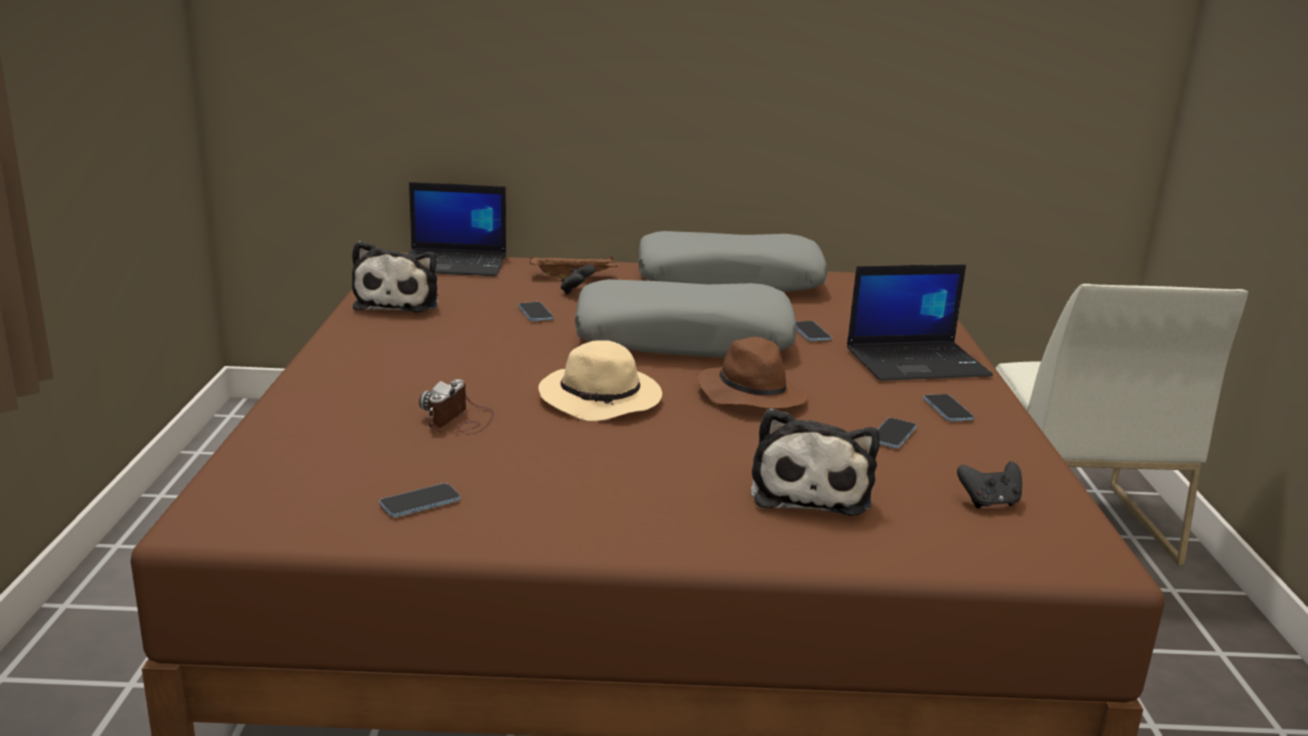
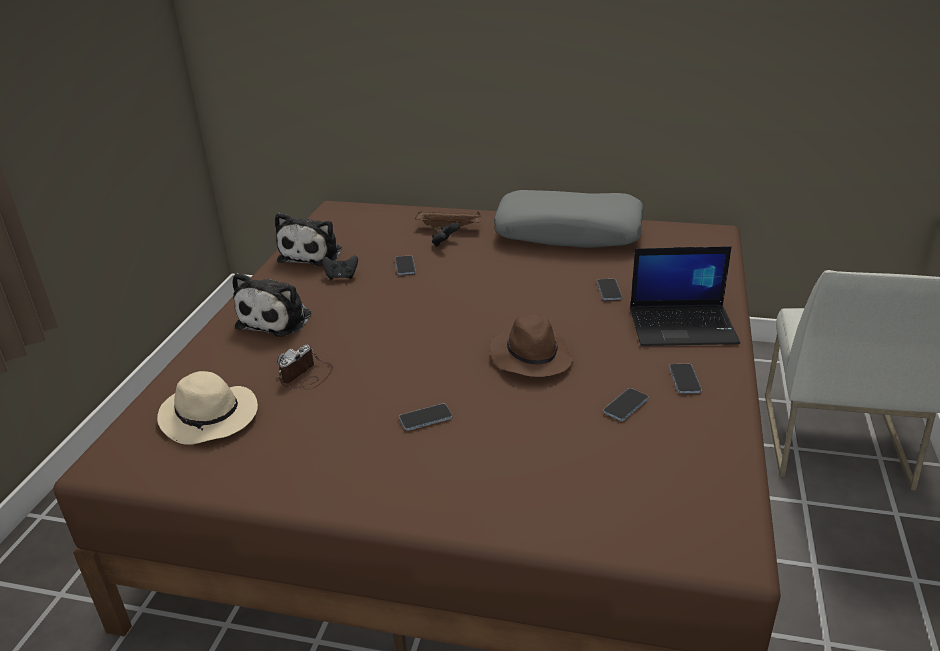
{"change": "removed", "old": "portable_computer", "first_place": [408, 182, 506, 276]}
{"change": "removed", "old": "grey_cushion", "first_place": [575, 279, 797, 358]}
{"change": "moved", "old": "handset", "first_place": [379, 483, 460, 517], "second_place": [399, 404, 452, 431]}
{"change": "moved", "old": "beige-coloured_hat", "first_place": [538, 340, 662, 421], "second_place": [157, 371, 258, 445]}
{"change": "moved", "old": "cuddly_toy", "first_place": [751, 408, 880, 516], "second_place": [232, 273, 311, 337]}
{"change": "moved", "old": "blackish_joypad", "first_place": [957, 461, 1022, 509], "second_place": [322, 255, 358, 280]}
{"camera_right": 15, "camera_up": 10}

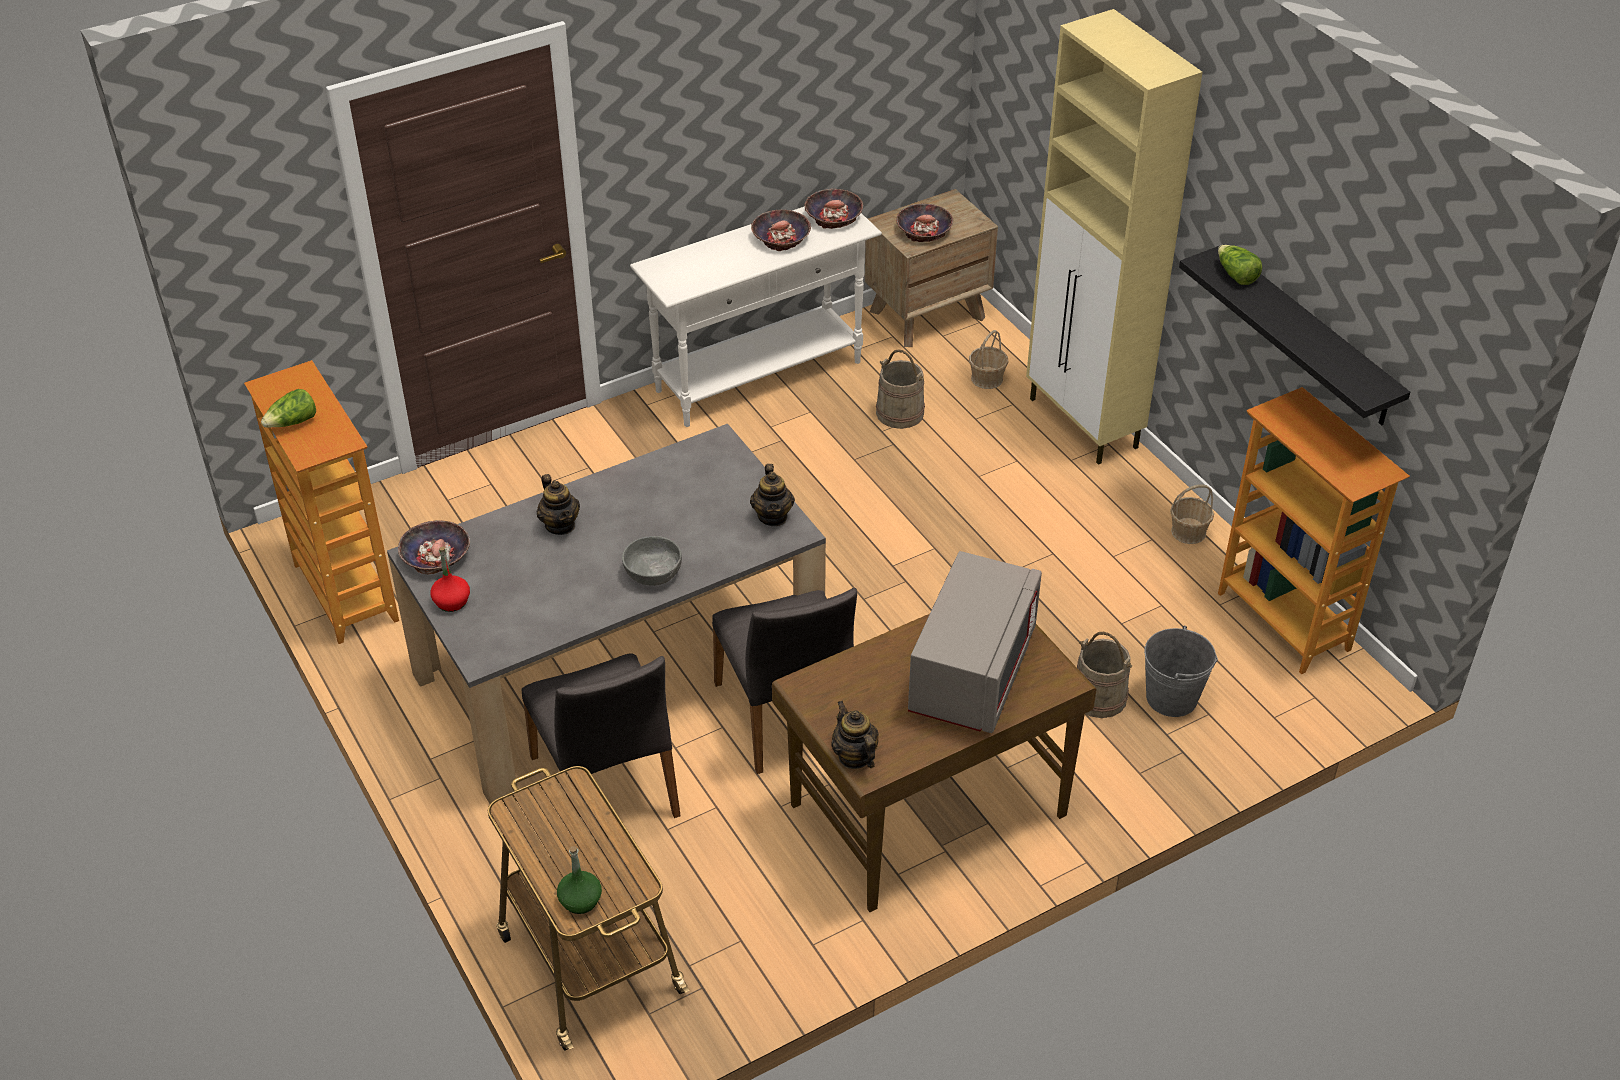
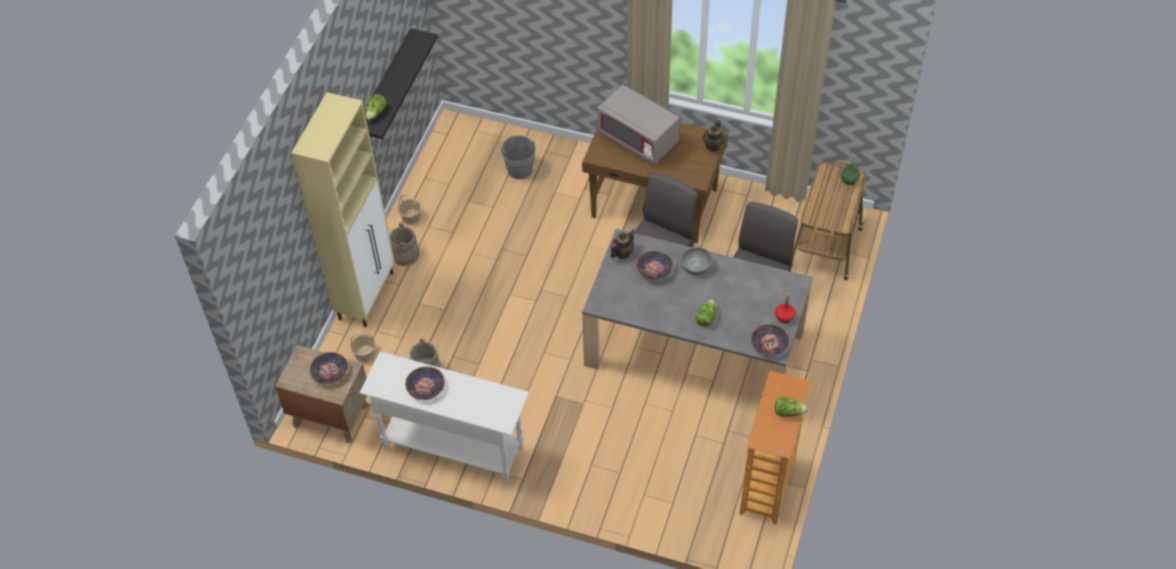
{"change": "removed", "old": "bookcase", "first_place": [1218, 387, 1410, 674]}
{"change": "moved", "old": "bowl", "first_place": [804, 189, 863, 229], "second_place": [636, 251, 673, 281]}
{"change": "moved", "old": "beige-coloured_water_bucket", "first_place": [1077, 632, 1133, 718], "second_place": [389, 223, 420, 266]}
{"change": "replaced", "old": "tea_pot", "new": "head_of_lettuce", "first_place": [537, 474, 580, 535], "second_place": [695, 299, 716, 327]}
{"change": "turned", "old": "grey_microwave_oven", "first_place": [908, 551, 1042, 733], "second_place": [597, 85, 680, 165], "degrees": -120}
{"camera_right": -130, "camera_up": 10}

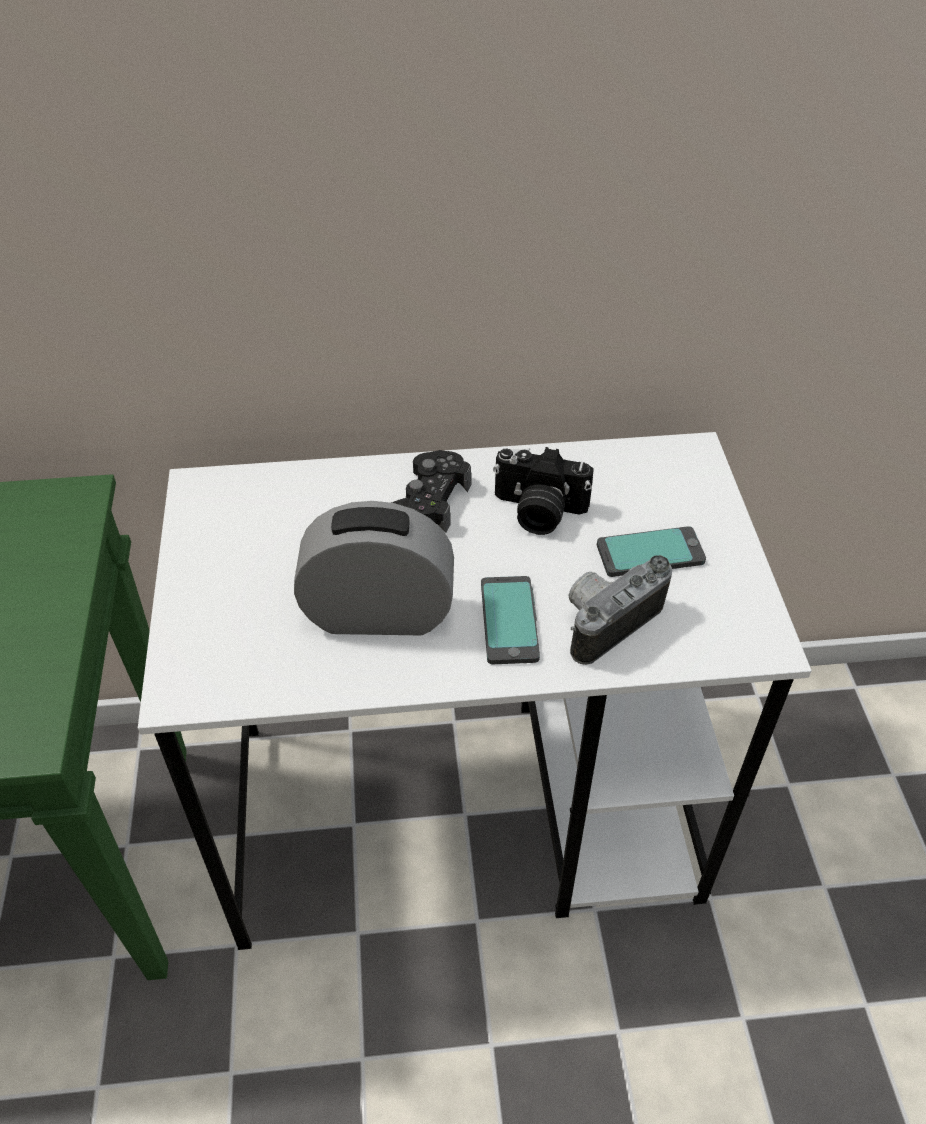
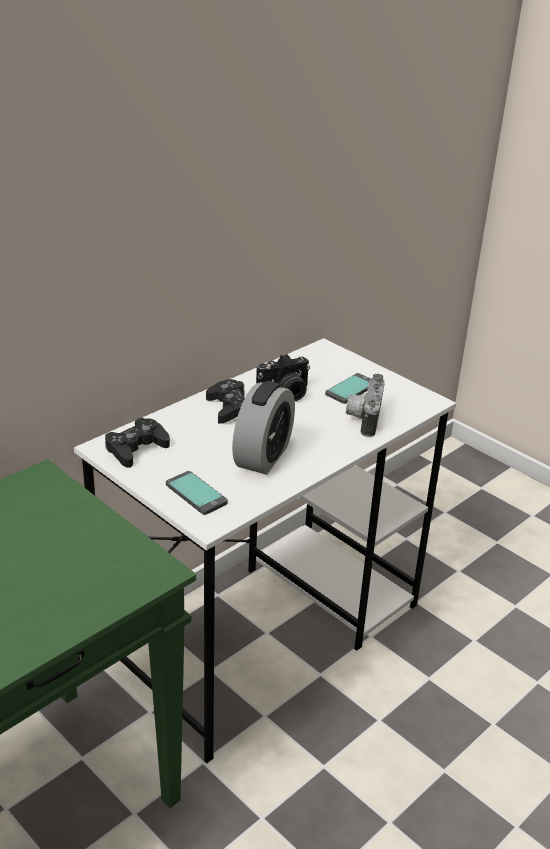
{"change": "added", "new": "blackish_joypad", "second_place": [105, 417, 170, 468]}
{"change": "moved", "old": "handset", "first_place": [481, 576, 540, 664], "second_place": [166, 471, 228, 515]}
{"change": "turned", "old": "bedside_clock", "first_place": [294, 501, 454, 635], "second_place": [232, 381, 295, 475], "degrees": 150}
{"camera_right": -40, "camera_up": -15}

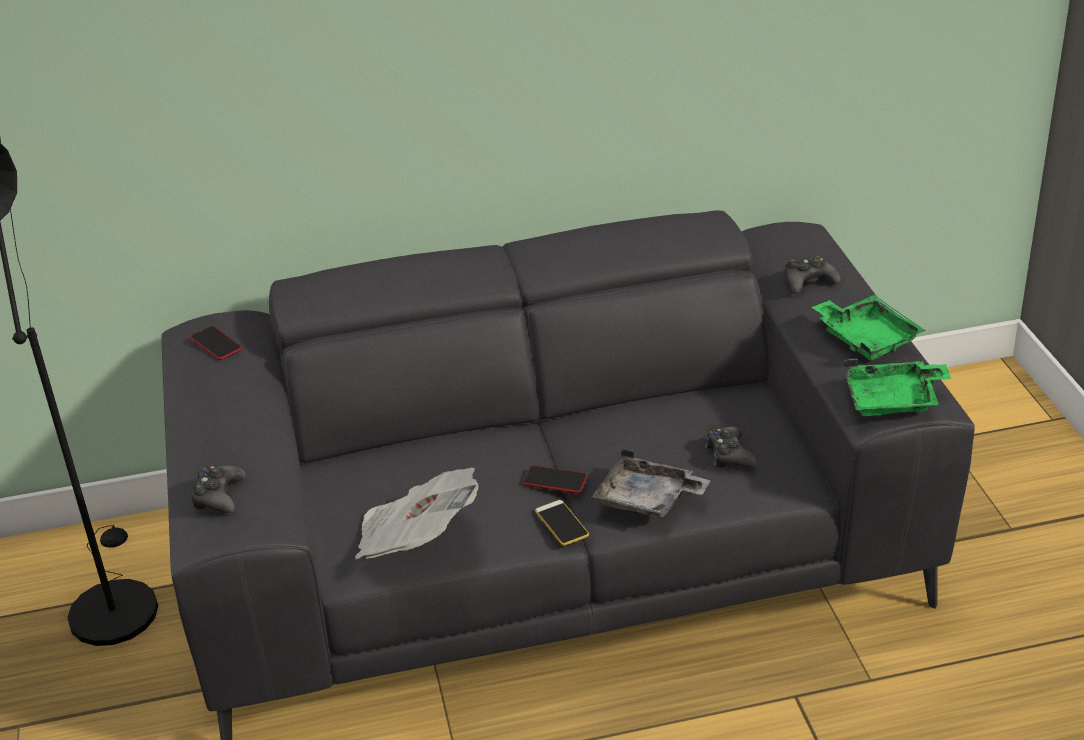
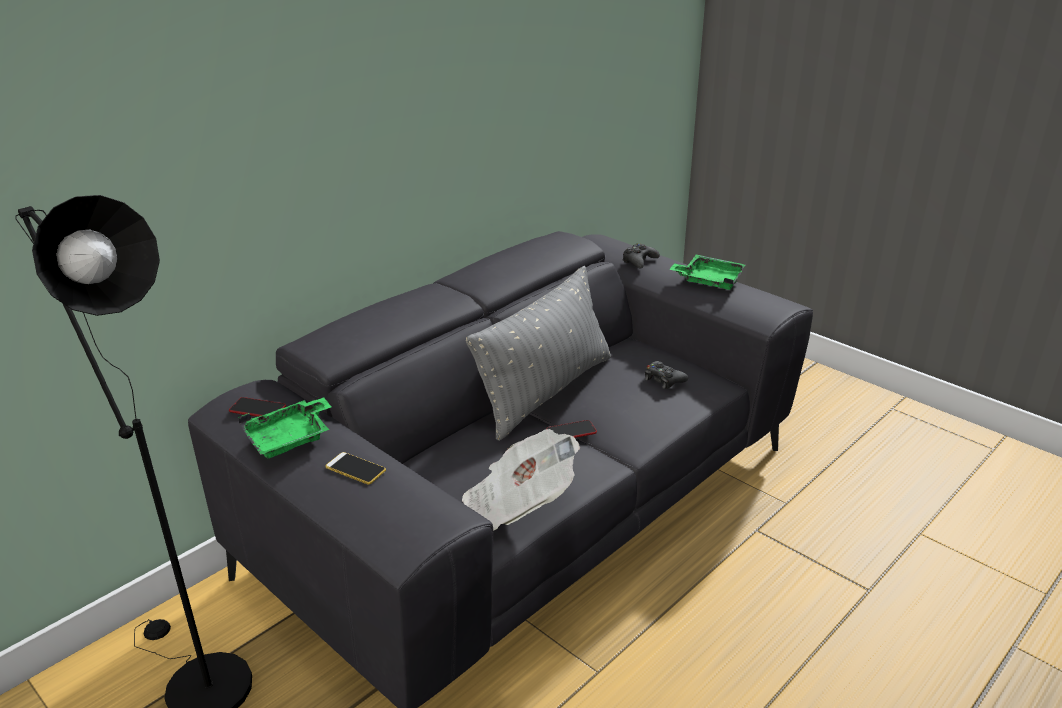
{"change": "removed", "old": "blackish_joypad", "first_place": [191, 466, 246, 513]}
{"change": "removed", "old": "grey_serving_tray", "first_place": [592, 448, 711, 518]}
{"change": "added", "new": "grey_cushion", "second_place": [466, 266, 611, 441]}
{"change": "moved", "old": "handset", "first_place": [535, 500, 589, 546], "second_place": [325, 452, 386, 484]}
{"change": "moved", "old": "green-coloured_serving_tray", "first_place": [844, 359, 951, 416], "second_place": [238, 398, 331, 459]}
{"camera_right": -35, "camera_up": -5}

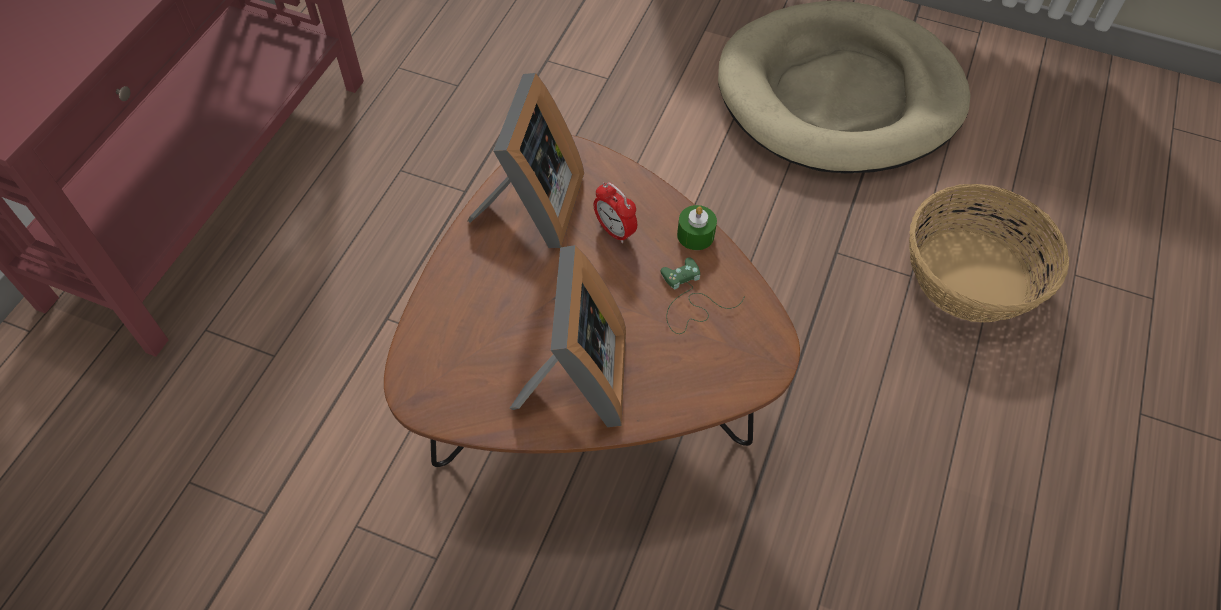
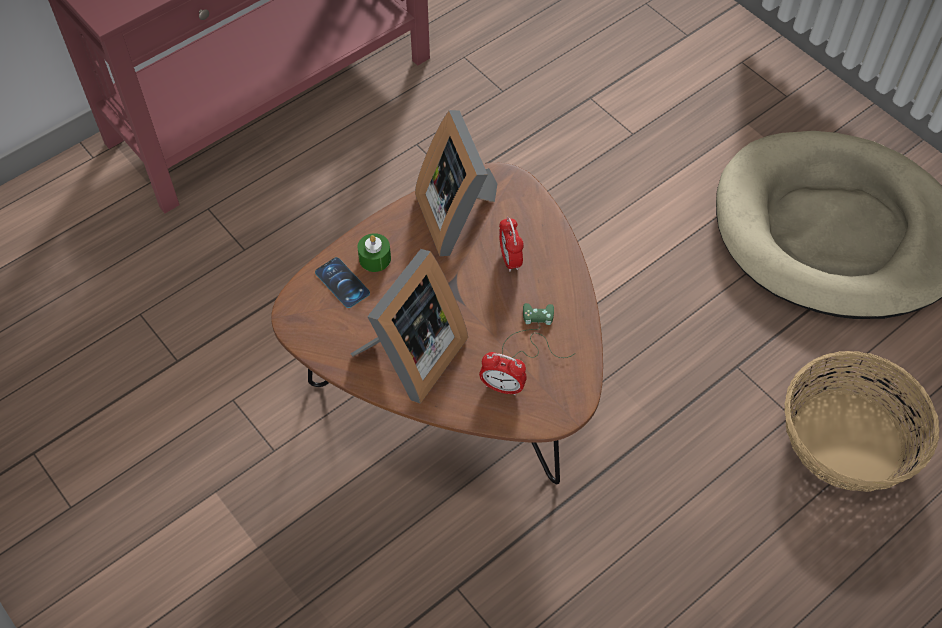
{"change": "added", "new": "handset", "second_place": [315, 257, 370, 308]}
{"change": "added", "new": "bedside_clock", "second_place": [479, 352, 527, 395]}
{"change": "moved", "old": "green-coloured_candle", "first_place": [677, 205, 717, 250], "second_place": [357, 233, 391, 272]}
{"change": "turned", "old": "picture_frame", "first_place": [468, 73, 584, 248], "second_place": [415, 110, 497, 256], "degrees": 120}
{"camera_right": 30, "camera_up": 0}

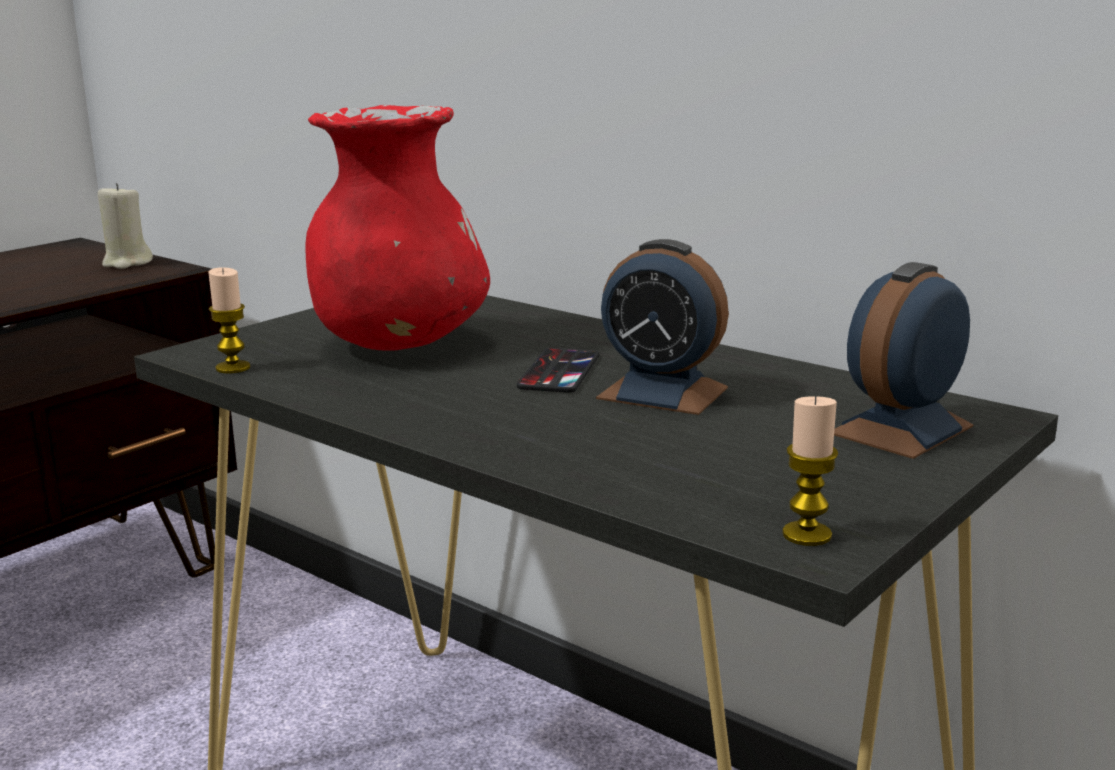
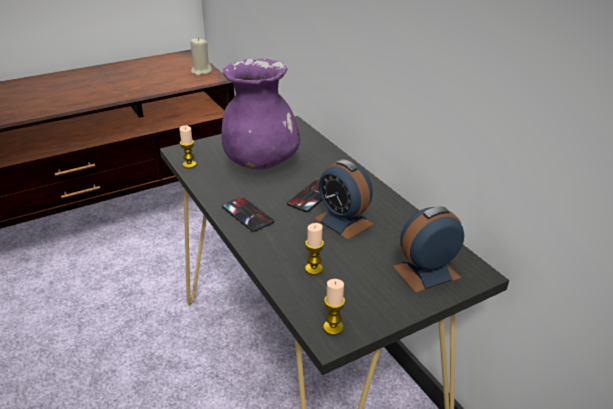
{"change": "added", "new": "handset", "second_place": [222, 197, 274, 232]}
{"change": "added", "new": "candle", "second_place": [305, 223, 324, 275]}
{"change": "recoloured", "old": "reddish_decorative_vase", "new": "purplish_decorative_vase", "first_place": [305, 105, 490, 351], "second_place": [221, 58, 300, 169]}
{"camera_right": 20, "camera_up": 15}

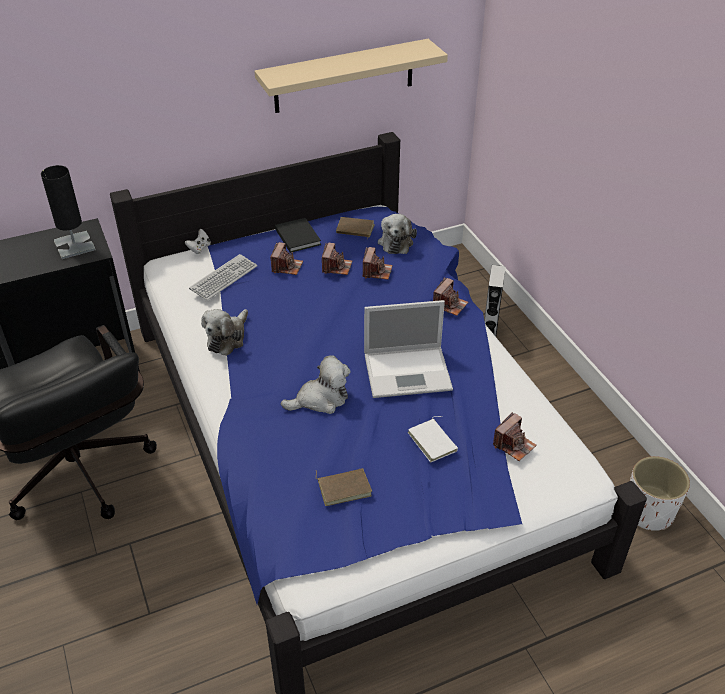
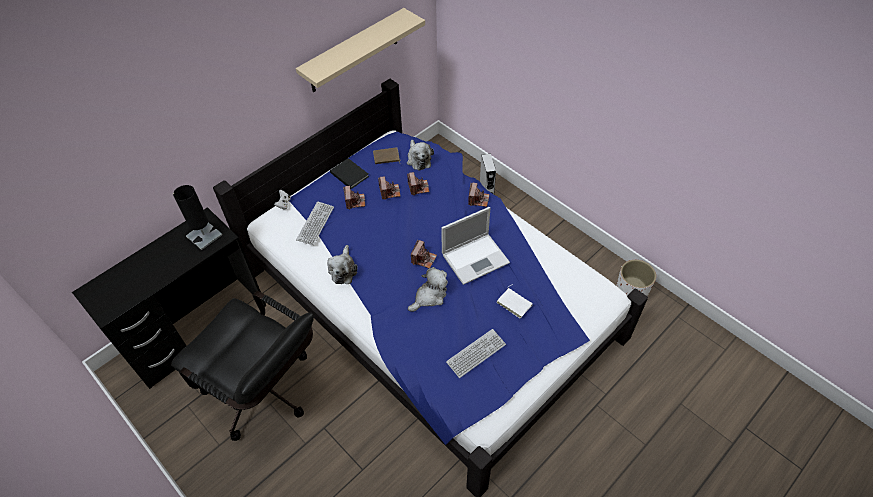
{"change": "moved", "old": "still_camera", "first_place": [493, 412, 537, 461], "second_place": [411, 240, 437, 268]}
{"change": "replaced", "old": "brown-coloured_book", "new": "PC_keyboard", "first_place": [316, 468, 372, 506], "second_place": [446, 329, 506, 378]}
{"camera_right": -20, "camera_up": 10}

